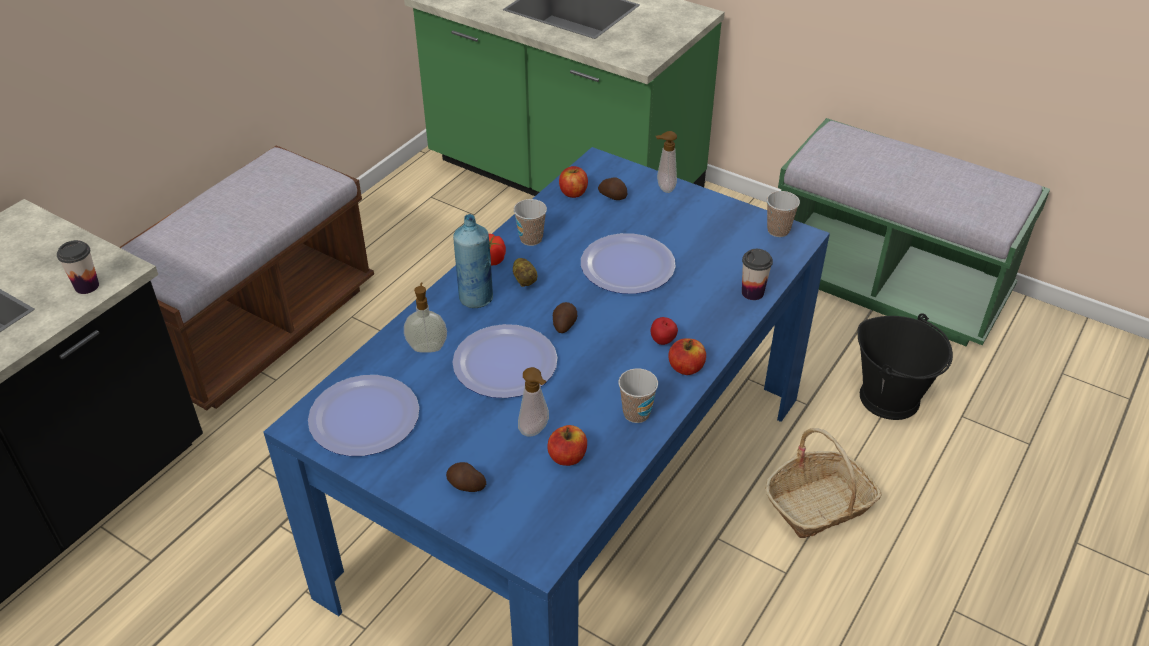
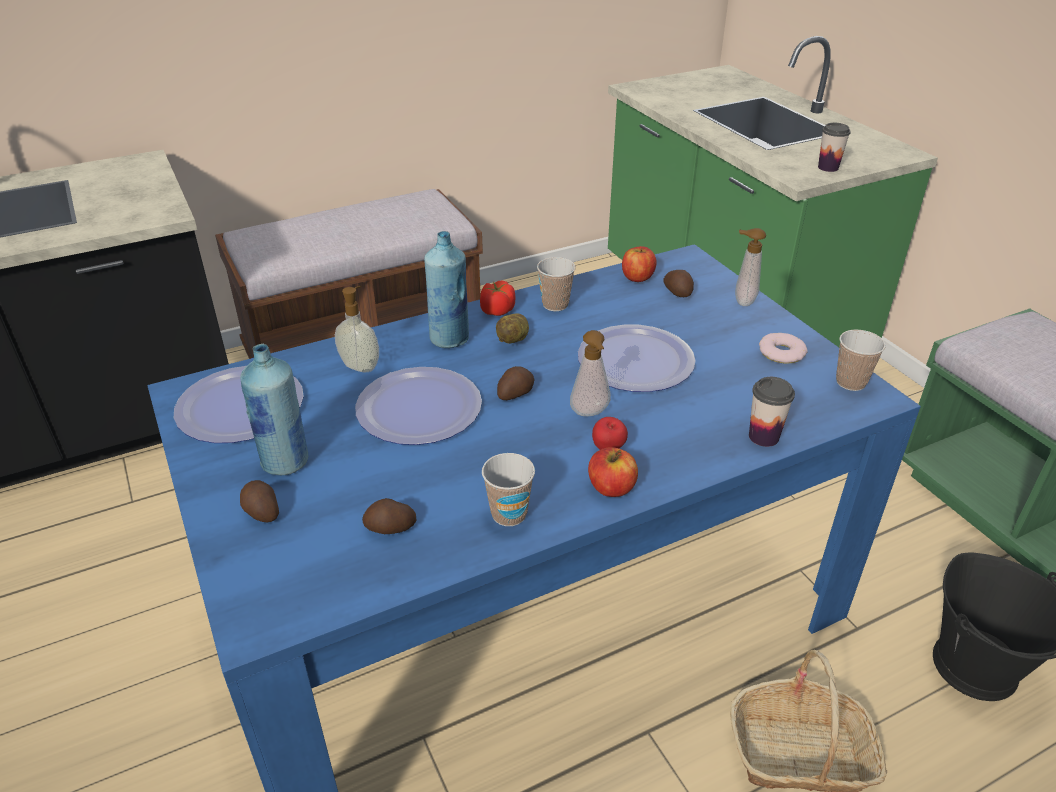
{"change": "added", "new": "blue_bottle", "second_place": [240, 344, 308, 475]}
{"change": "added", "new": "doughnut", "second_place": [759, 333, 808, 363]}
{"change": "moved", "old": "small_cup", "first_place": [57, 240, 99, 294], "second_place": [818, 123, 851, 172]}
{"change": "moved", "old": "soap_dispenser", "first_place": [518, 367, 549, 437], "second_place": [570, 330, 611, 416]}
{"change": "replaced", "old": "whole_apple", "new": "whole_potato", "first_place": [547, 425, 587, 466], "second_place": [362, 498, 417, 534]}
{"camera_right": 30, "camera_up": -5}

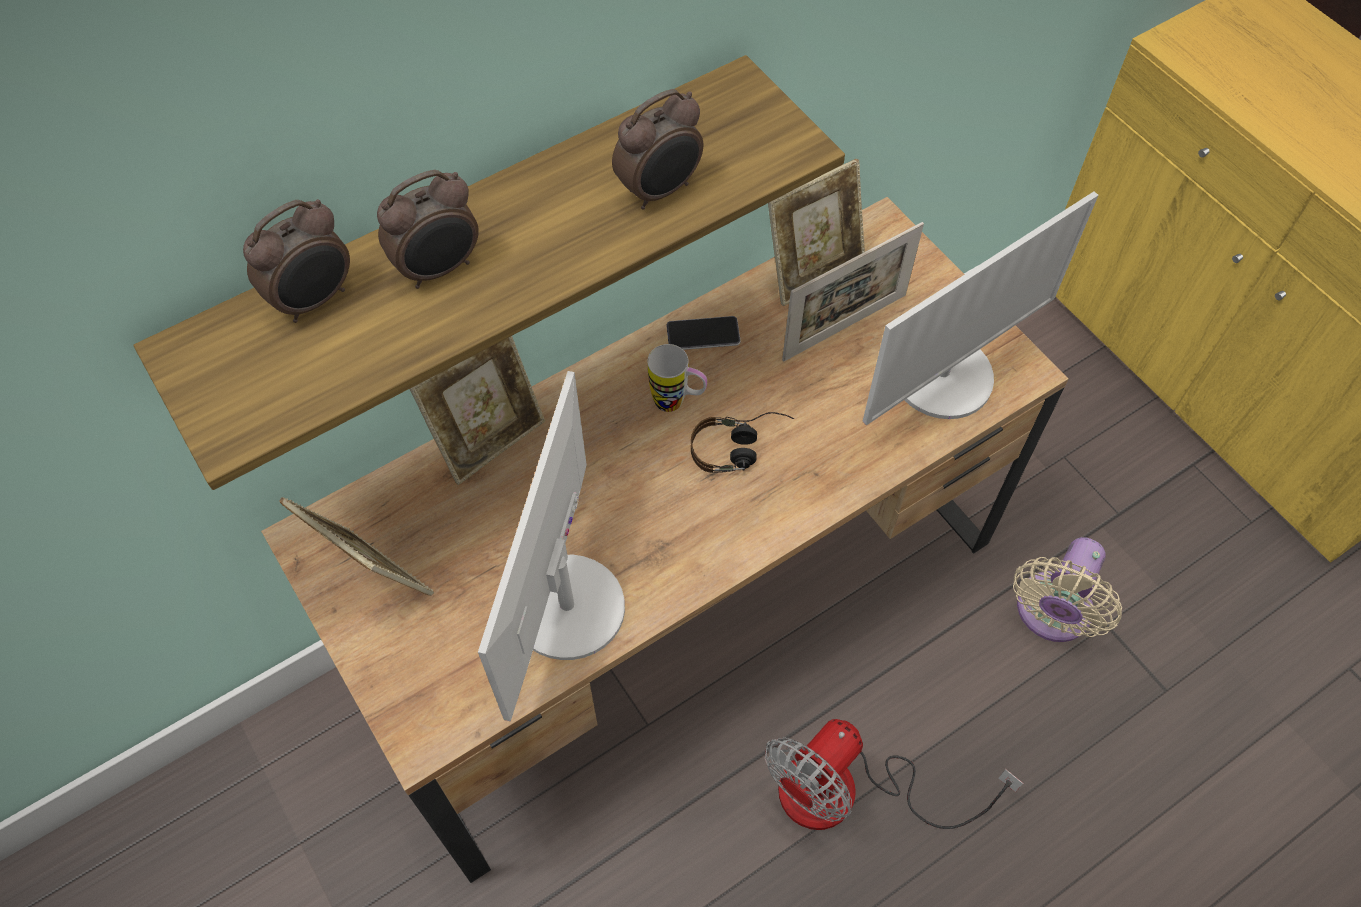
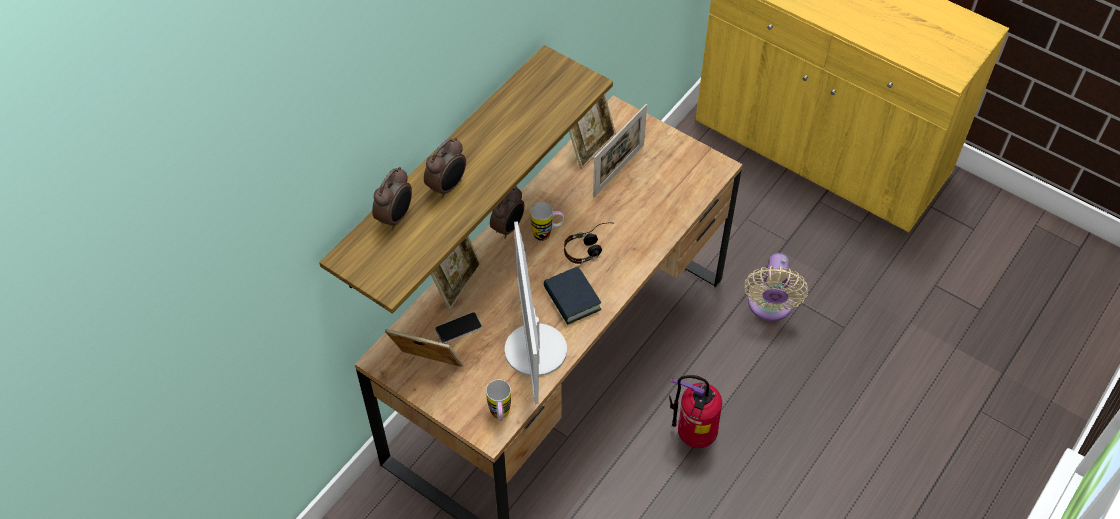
{"change": "removed", "old": "monitor", "first_place": [863, 191, 1098, 425]}
{"change": "added", "new": "coffee_mug", "second_place": [486, 379, 511, 421]}
{"change": "added", "new": "book", "second_place": [543, 267, 601, 325]}
{"change": "moved", "old": "bedside_clock", "first_place": [612, 89, 703, 210], "second_place": [490, 186, 524, 239]}
{"change": "moved", "old": "handset", "first_place": [666, 316, 741, 350], "second_place": [435, 312, 482, 343]}
{"change": "replaced", "old": "fan", "new": "extinguisher", "first_place": [765, 719, 1023, 830], "second_place": [669, 375, 722, 448]}
{"camera_right": -20, "camera_up": -5}

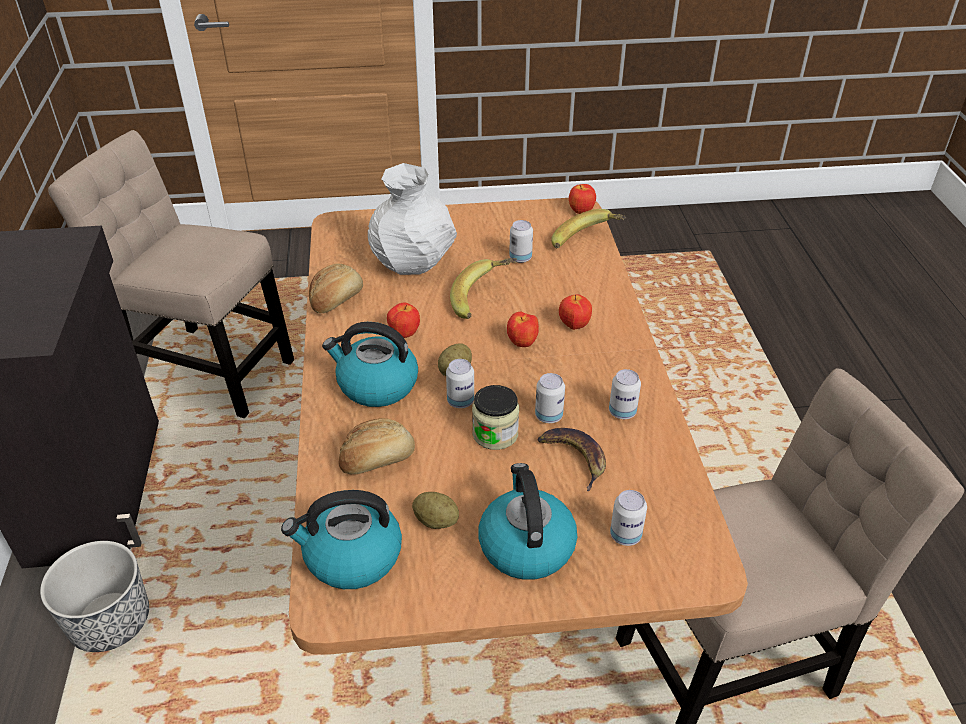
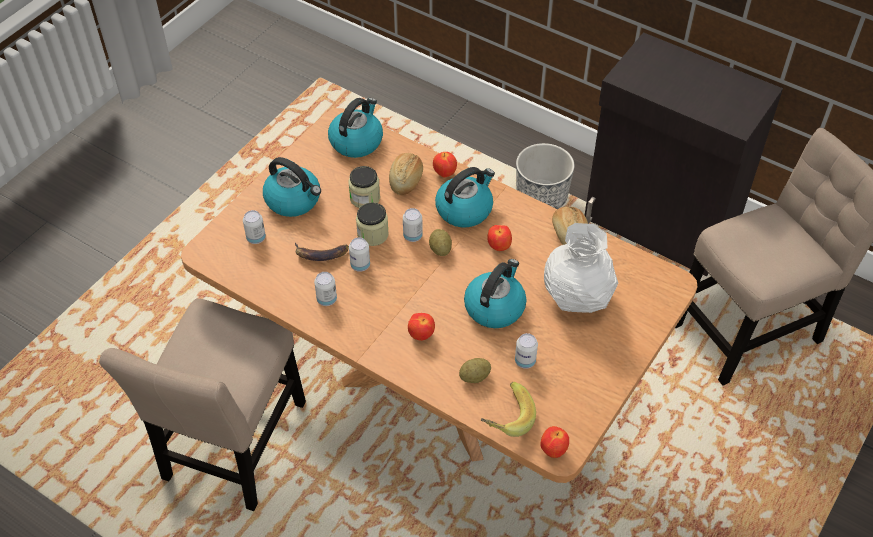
{"change": "added", "new": "preserve_jar", "second_place": [348, 166, 380, 208]}
{"change": "moved", "old": "whole_potato", "first_place": [412, 492, 459, 529], "second_place": [459, 358, 491, 383]}
{"change": "moved", "old": "whole_apple", "first_place": [507, 312, 539, 347], "second_place": [433, 152, 457, 178]}
{"change": "replaced", "old": "banana_fruit", "new": "tea_kettle", "first_place": [450, 258, 517, 319], "second_place": [464, 259, 526, 328]}
{"camera_right": 130, "camera_up": 10}

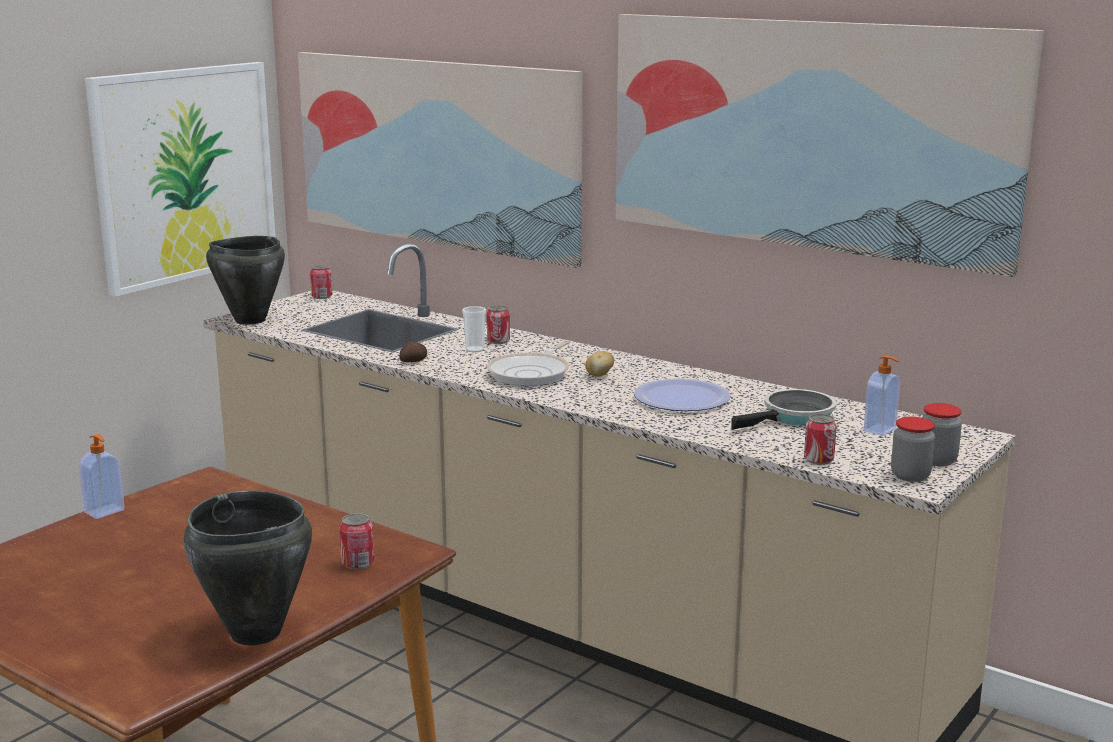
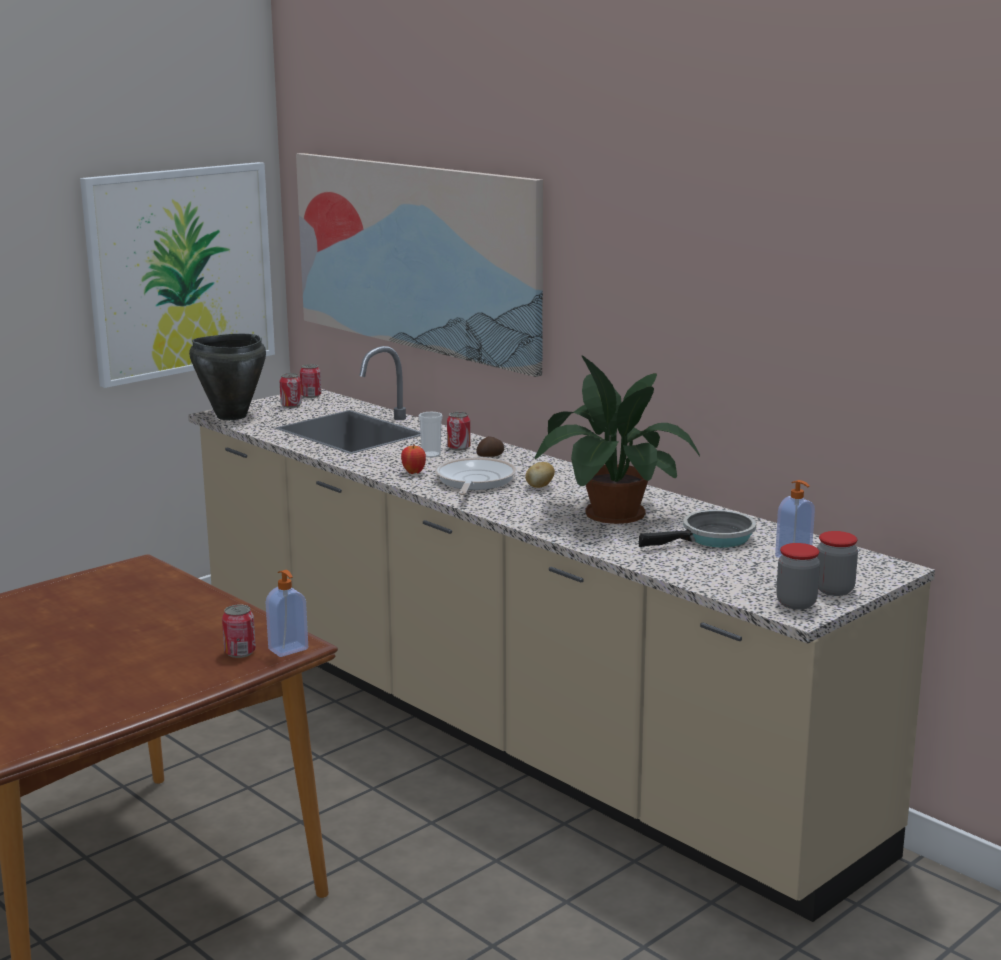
{"change": "removed", "old": "blackish_stockpot", "first_place": [183, 490, 312, 645]}
{"change": "removed", "old": "picture", "first_place": [616, 14, 1044, 277]}
{"change": "added", "new": "whole_apple", "second_place": [401, 444, 426, 474]}
{"change": "moved", "old": "soap_dispenser", "first_place": [79, 434, 125, 519], "second_place": [266, 570, 308, 657]}
{"change": "moved", "old": "whole_potato", "first_place": [399, 341, 427, 362], "second_place": [477, 436, 504, 457]}
{"change": "moved", "old": "sealed_can", "first_place": [804, 414, 836, 465], "second_place": [280, 373, 302, 408]}
{"change": "replaced", "old": "dinner_plate", "new": "plant_in_a_pot", "first_place": [634, 378, 730, 411], "second_place": [535, 356, 700, 524]}
{"change": "turned", "old": "skillet", "first_place": [487, 341, 570, 386], "second_place": [435, 457, 517, 495], "degrees": 150}
{"camera_right": 10, "camera_up": 0}

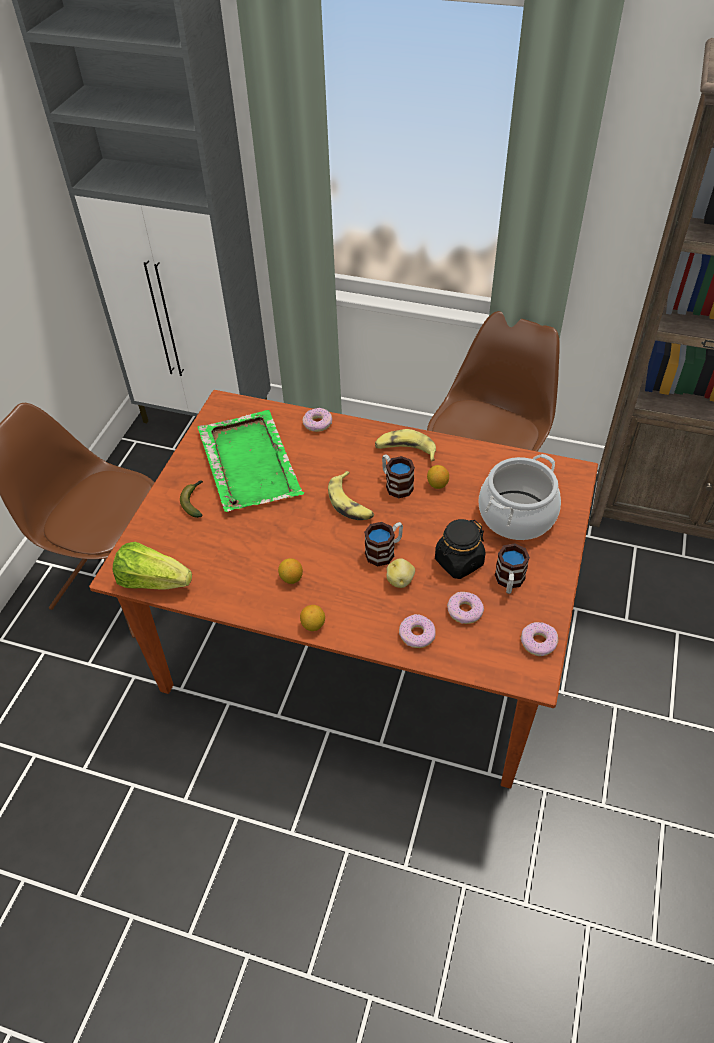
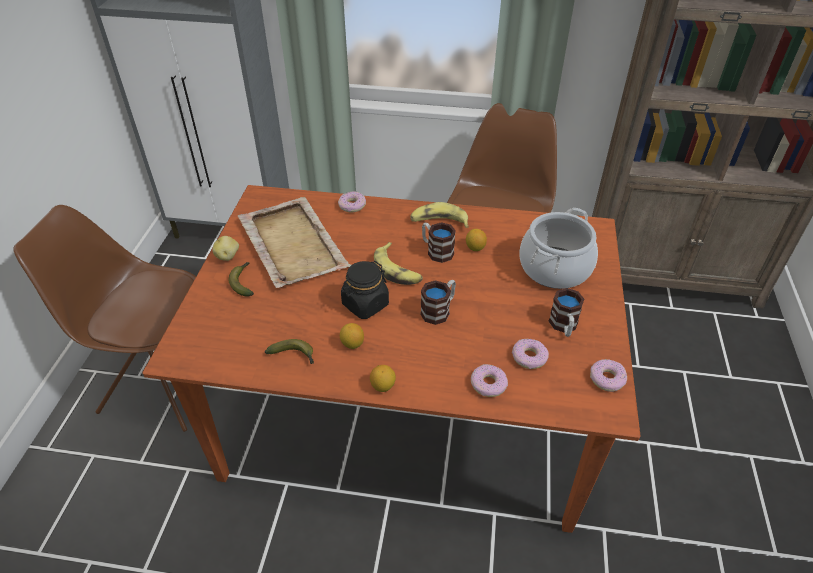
{"change": "removed", "old": "head_of_lettuce", "first_place": [113, 542, 192, 589]}
{"change": "added", "new": "banana_fruit", "second_place": [265, 339, 314, 364]}
{"change": "moved", "old": "whole_potato", "first_place": [386, 558, 415, 588], "second_place": [212, 236, 239, 261]}
{"change": "moved", "old": "blackish_preserve_jar", "first_place": [435, 519, 485, 579], "second_place": [341, 261, 389, 319]}
{"change": "recoloured", "old": "green-coloured_serving_tray", "new": "beige-coloured_serving_tray", "first_place": [198, 410, 304, 512], "second_place": [238, 197, 351, 288]}
{"camera_right": -10, "camera_up": -5}

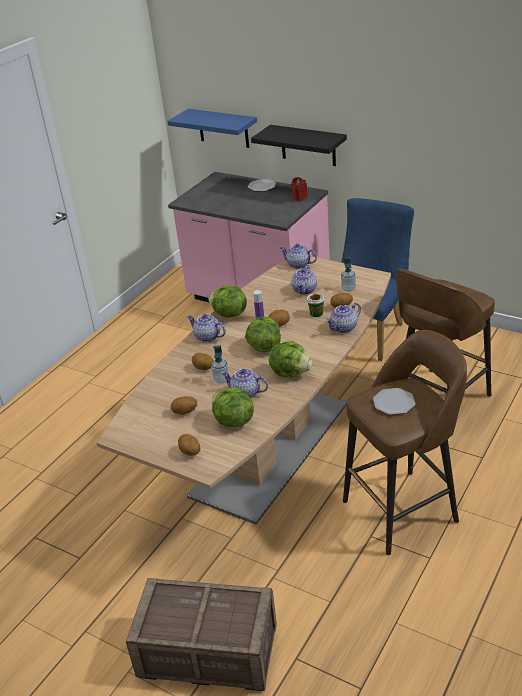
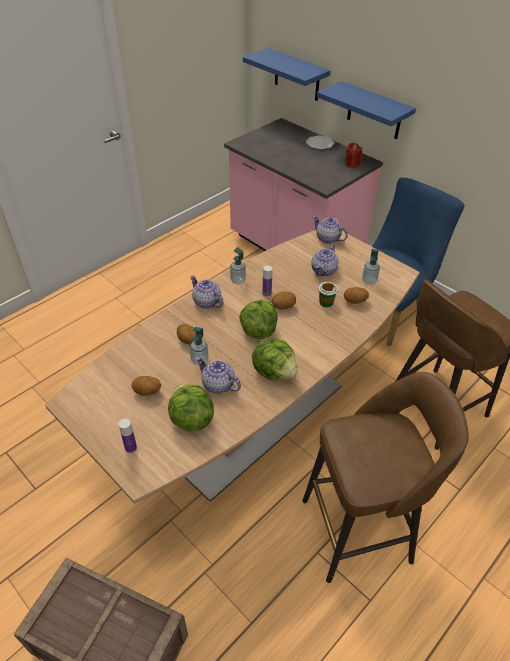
{"change": "removed", "old": "tea_pot", "first_place": [326, 303, 361, 333]}
{"change": "removed", "old": "dinner_plate", "first_place": [373, 388, 416, 415]}
{"change": "replaced", "old": "whole_potato", "new": "bottle", "first_place": [178, 434, 200, 456], "second_place": [119, 419, 137, 453]}
{"change": "replaced", "old": "head_of_lettuce", "new": "soap_dispenser", "first_place": [208, 285, 247, 318], "second_place": [230, 247, 246, 284]}
{"change": "recoloured", "old": "blackish_wall_shelf", "new": "blue_wall_shelf", "first_place": [251, 125, 347, 166], "second_place": [317, 81, 416, 139]}
{"camera_right": 10, "camera_up": 10}

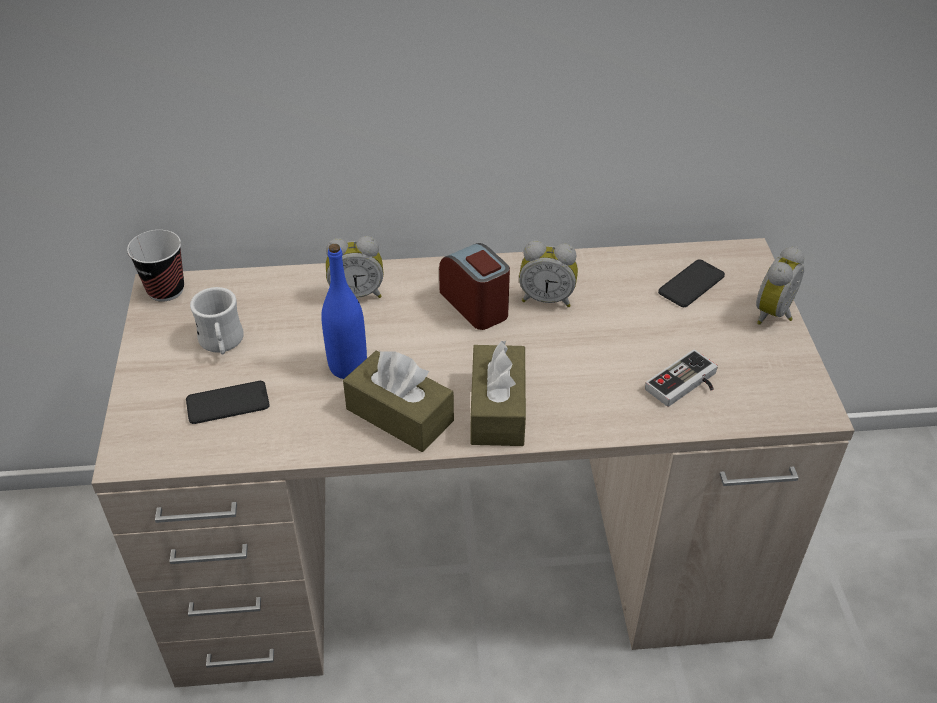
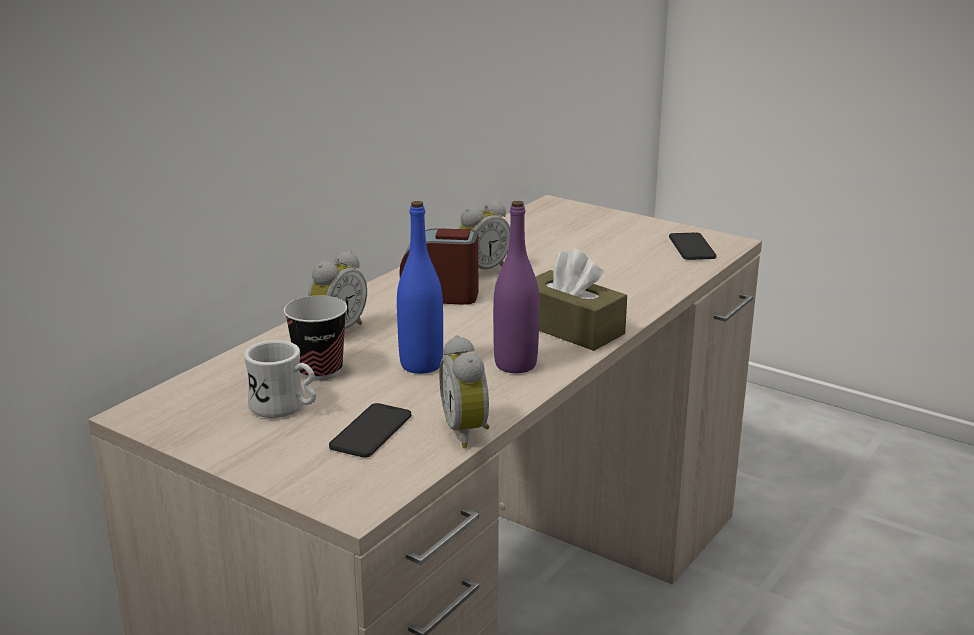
{"change": "removed", "old": "joypad", "first_place": [645, 349, 718, 407]}
{"change": "moved", "old": "small_cup", "first_place": [127, 230, 184, 302], "second_place": [284, 295, 347, 380]}
{"change": "moved", "old": "handset", "first_place": [658, 260, 725, 307], "second_place": [669, 232, 716, 260]}
{"change": "moved", "old": "bedside_clock", "first_place": [756, 246, 805, 325], "second_place": [440, 335, 490, 448]}
{"change": "replaced", "old": "brown-coloured_tissue_box", "new": "purplish_bottle", "first_place": [343, 350, 454, 452], "second_place": [493, 201, 540, 373]}
{"camera_right": -50, "camera_up": -20}

